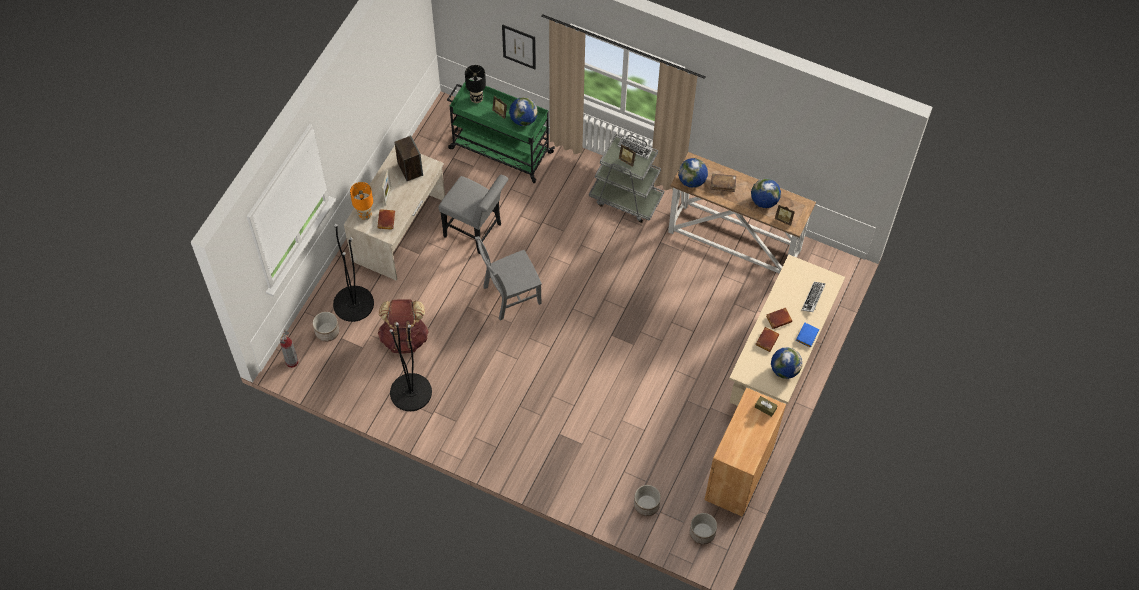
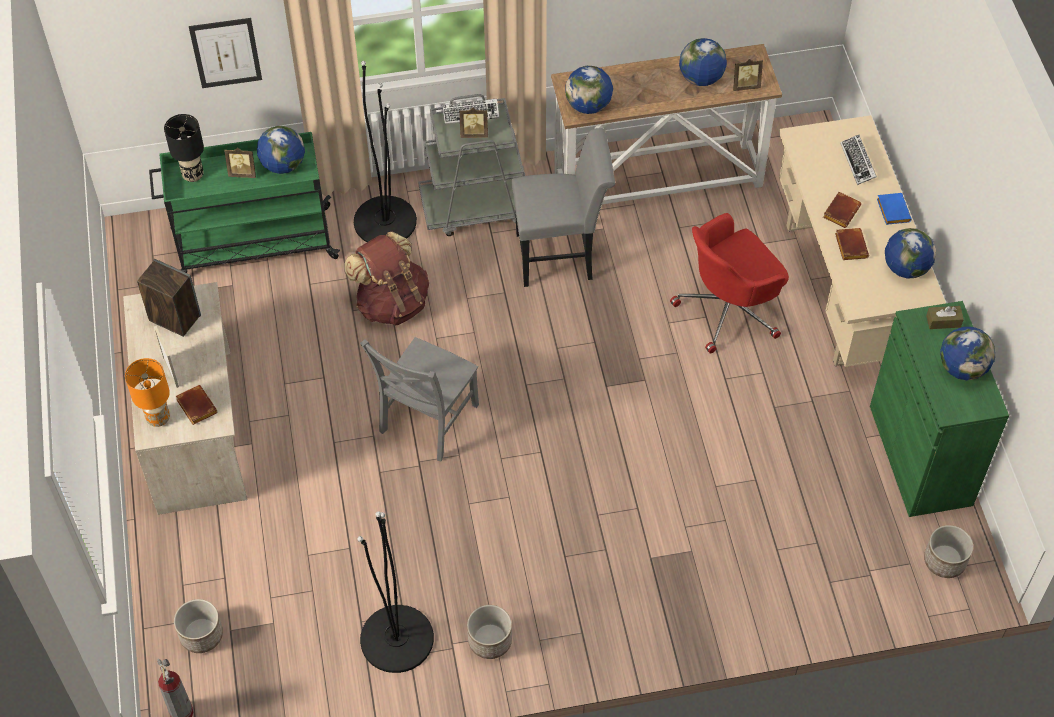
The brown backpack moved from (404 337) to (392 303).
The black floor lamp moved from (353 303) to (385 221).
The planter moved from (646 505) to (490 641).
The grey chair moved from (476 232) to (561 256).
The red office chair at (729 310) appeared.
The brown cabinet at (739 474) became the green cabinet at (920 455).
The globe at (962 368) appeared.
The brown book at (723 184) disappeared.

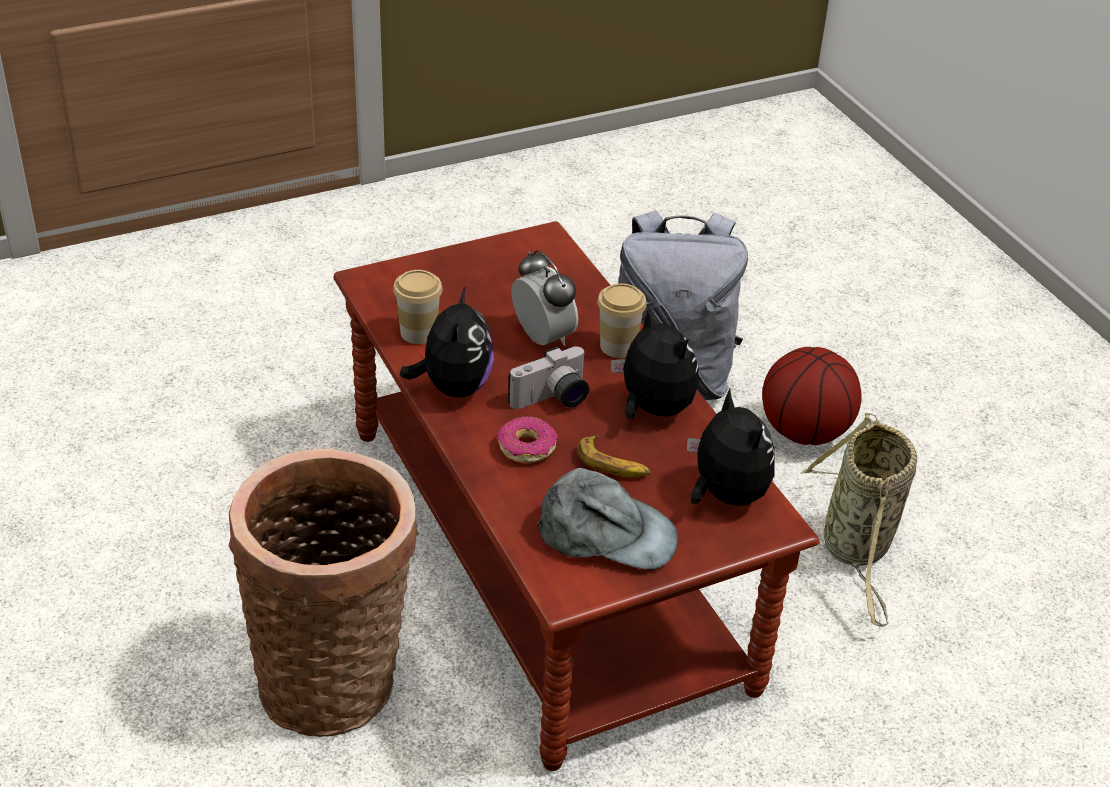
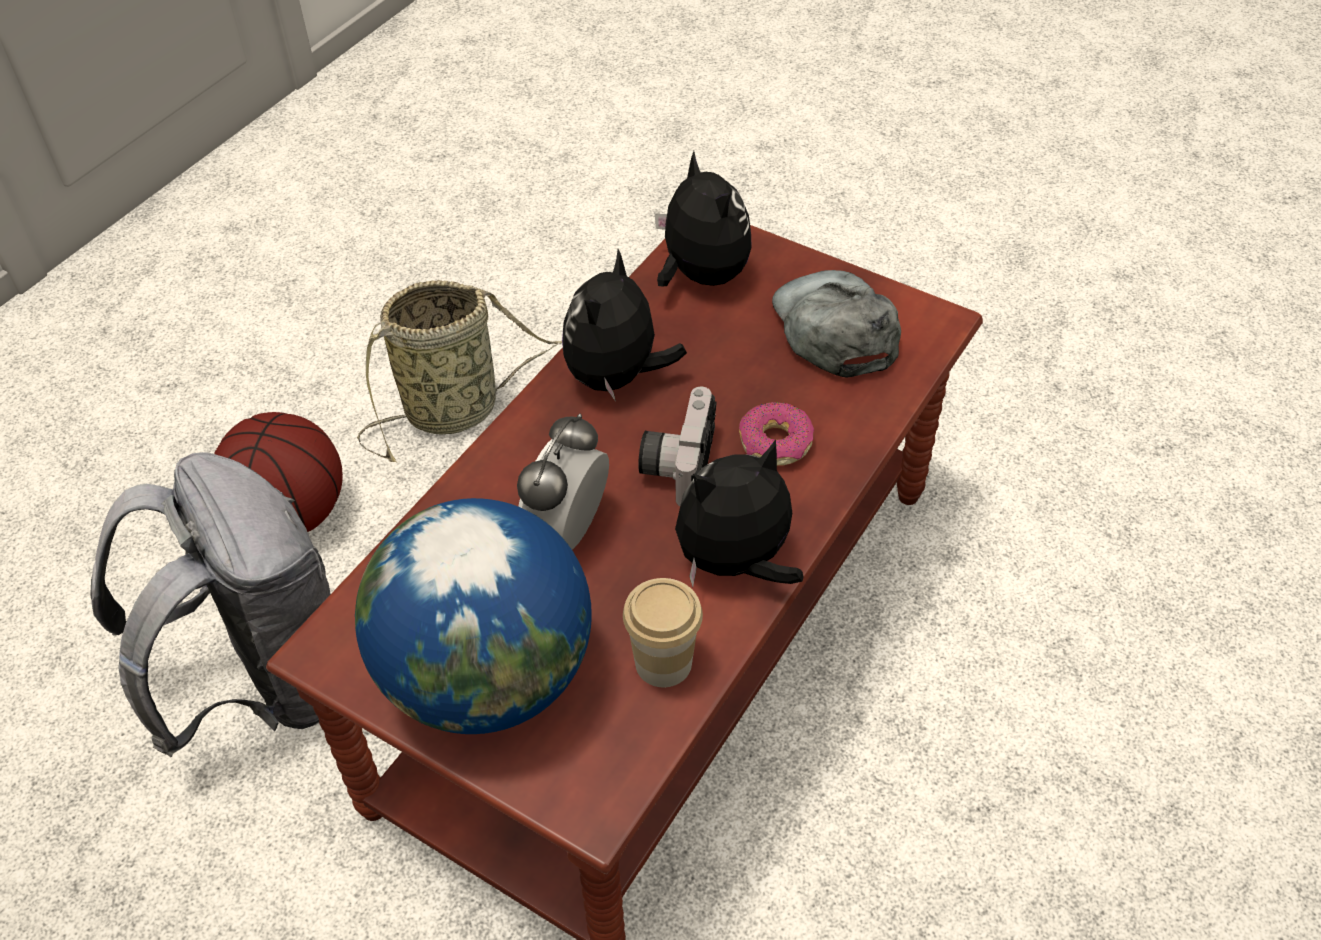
The globe at (487 677) appeared.
The photo camera at (552 400) turned 105 degrees counterclockwise.
The plush toy at (725 495) turned 120 degrees clockwise.
The basket at (334 679) disappeared.
The banana at (613 464) disappeared.
The cup at (618 346) disappeared.

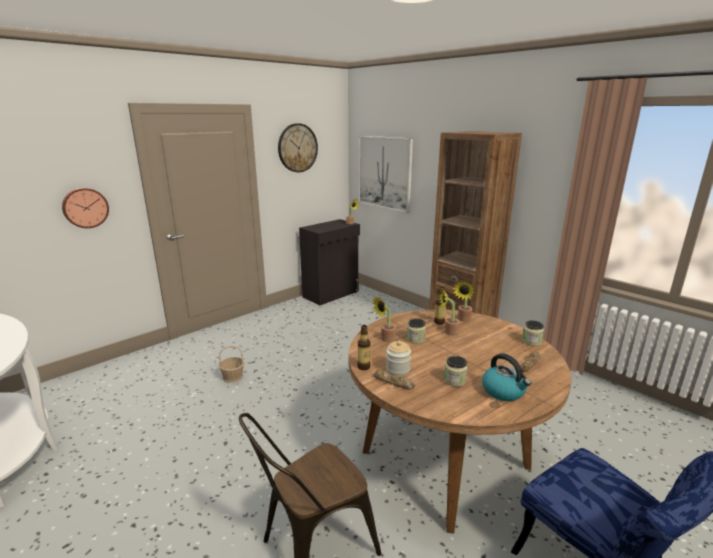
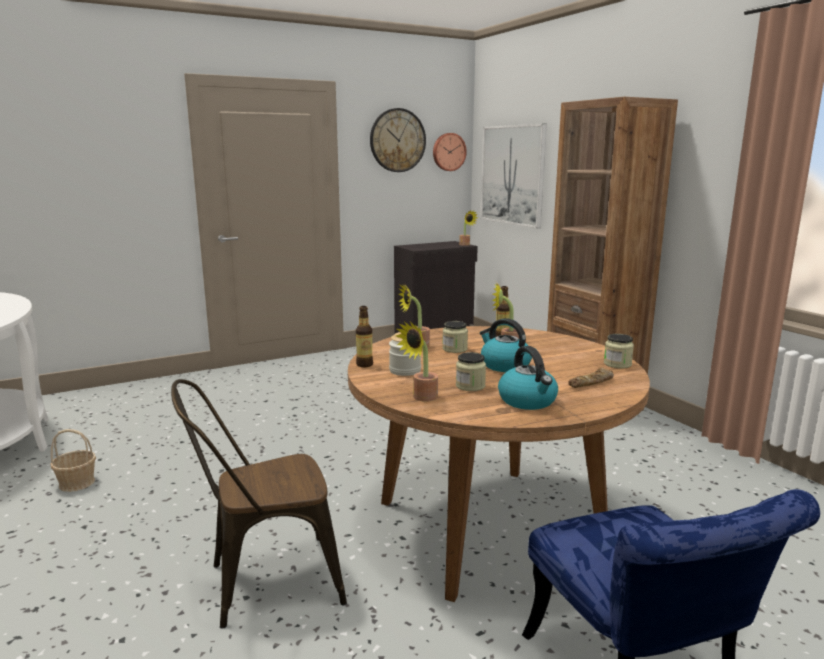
The basket moved from (233 377) to (77 483).
The potted plant moved from (463 319) to (421 398).
The wall clock moved from (85 207) to (448 152).
The kettle at (504 365) appeared.
The bread at (394 383) disappeared.

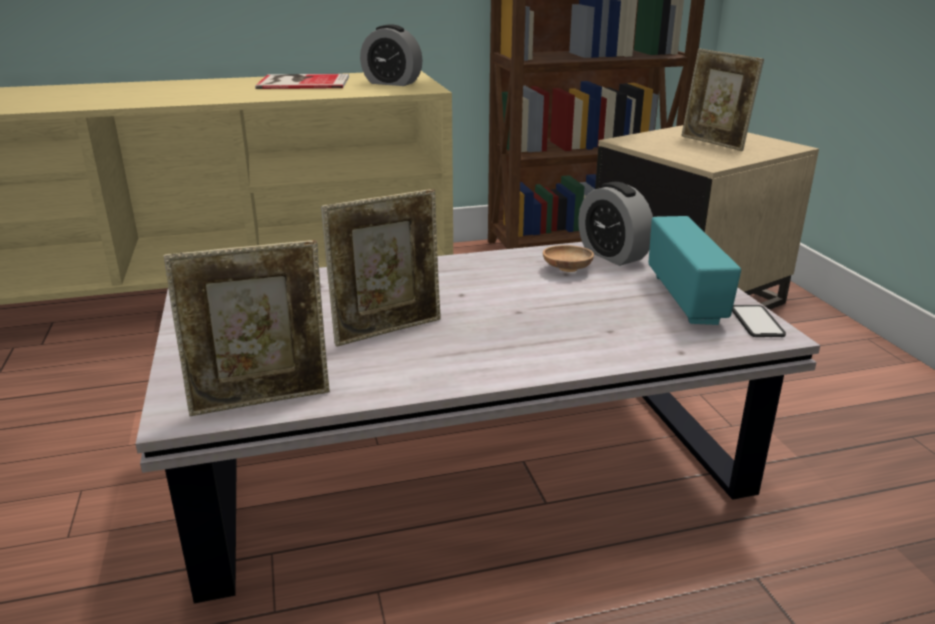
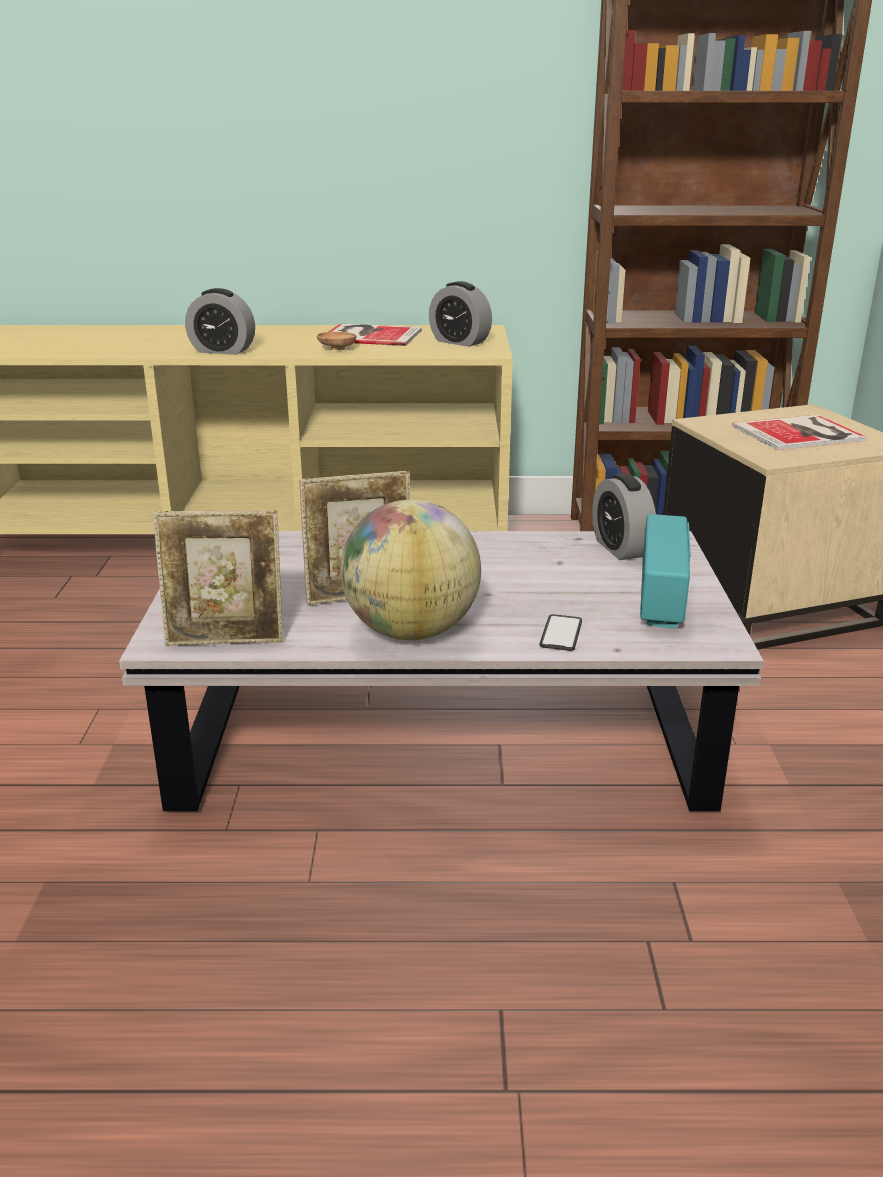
The alarm clock at (222 351) appeared.
The brown bowl moved from (567 269) to (337 349).
The globe at (411 631) appeared.
The phone moved from (757 322) to (561 634).
The picture frame at (714 143) was replaced by the book at (801 433).

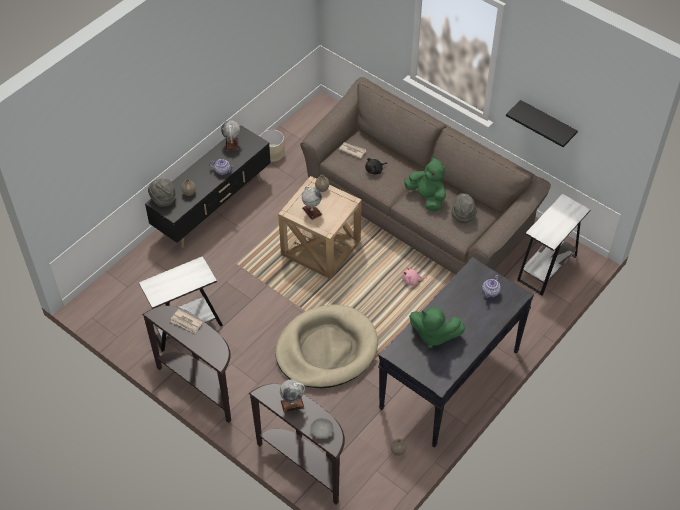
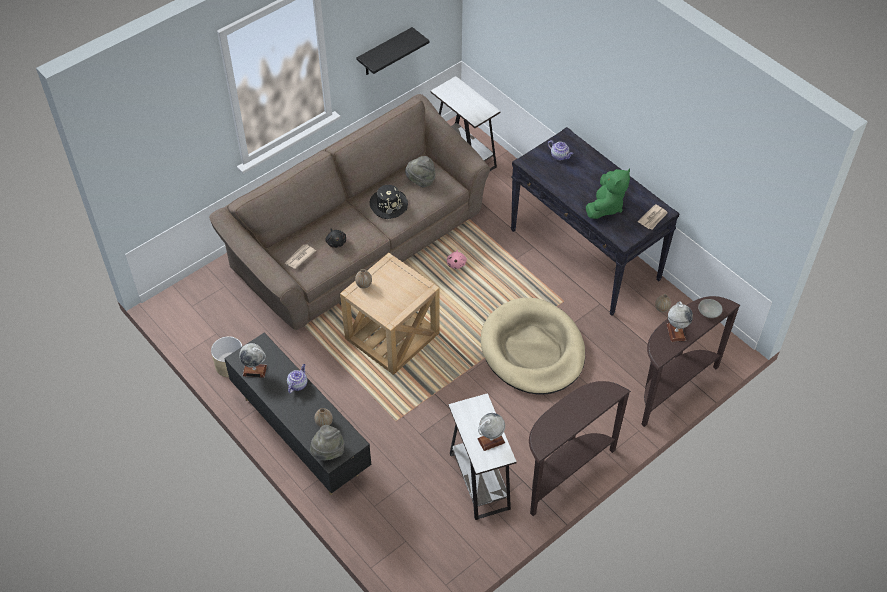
The green plush toy at (427 197) was replaced by the black hat at (388 205).
The globe moved from (312 211) to (491 440).
The newspaper moved from (186 322) to (653 218).

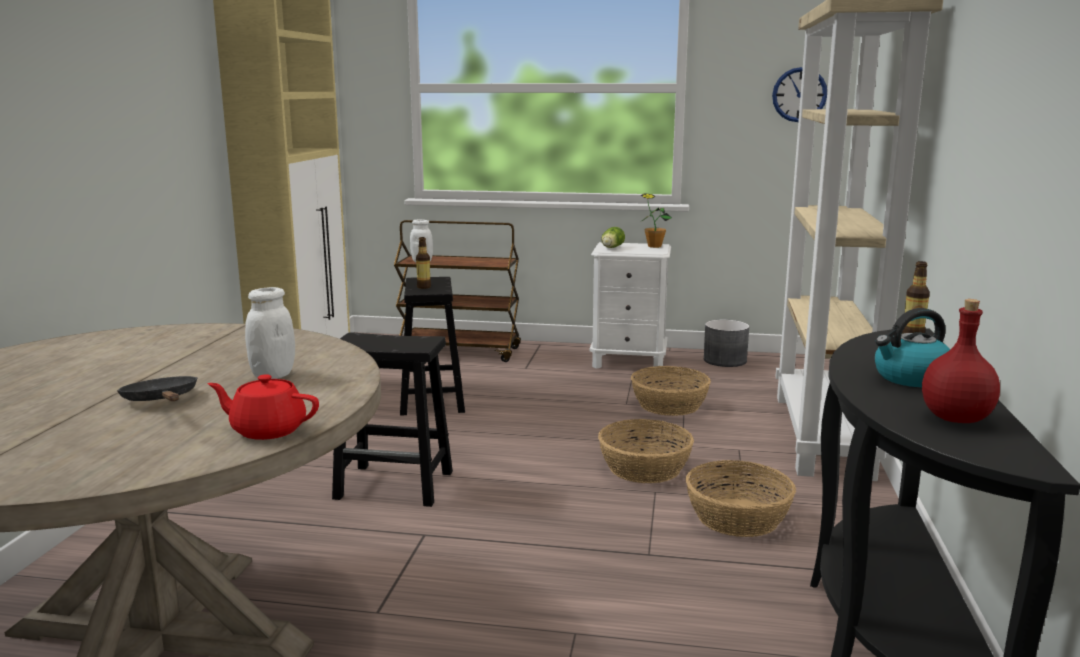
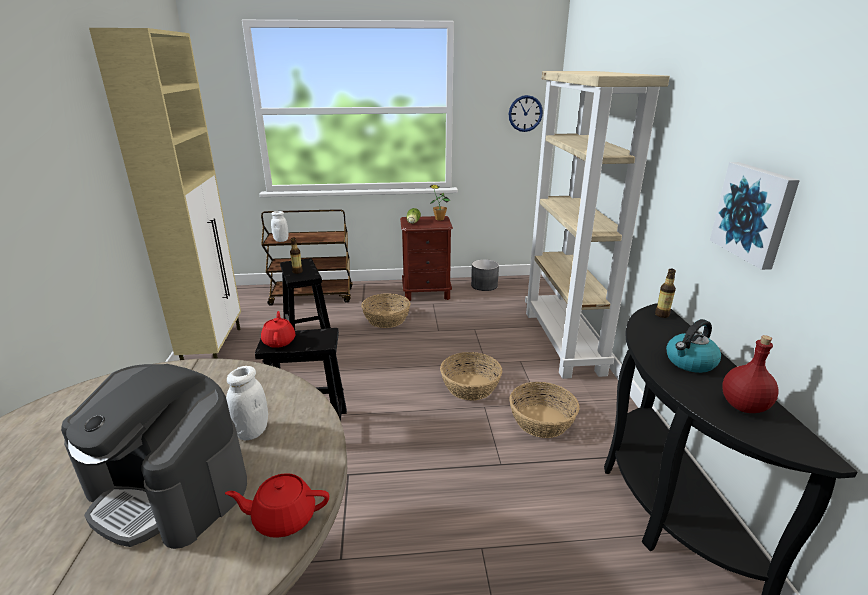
The black frying pan at (162 401) was replaced by the coffee machine at (169 489).
The red teapot at (279 341) appeared.
The basket moved from (669 405) to (386 319).
The white nightstand at (629 362) became the brown nightstand at (426 293).
The picture at (754 213) appeared.

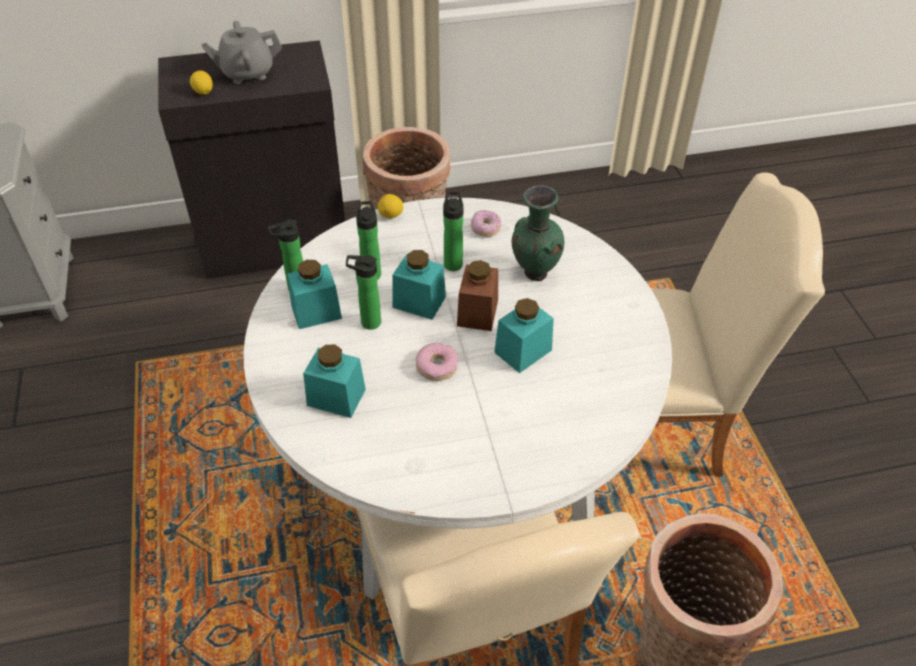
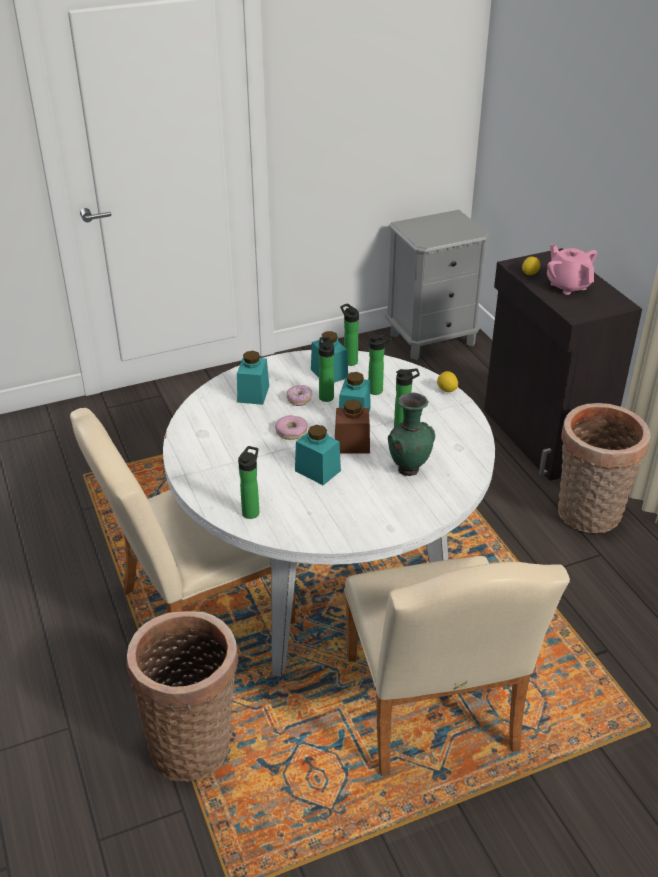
The bottle at (251 511) appeared.
The donut moved from (485 229) to (299 400).
The grey teapot at (247 73) became the pink teapot at (568 285).

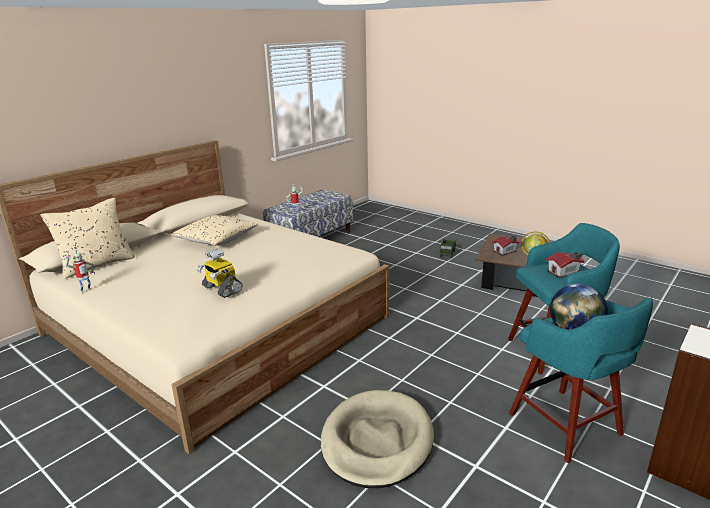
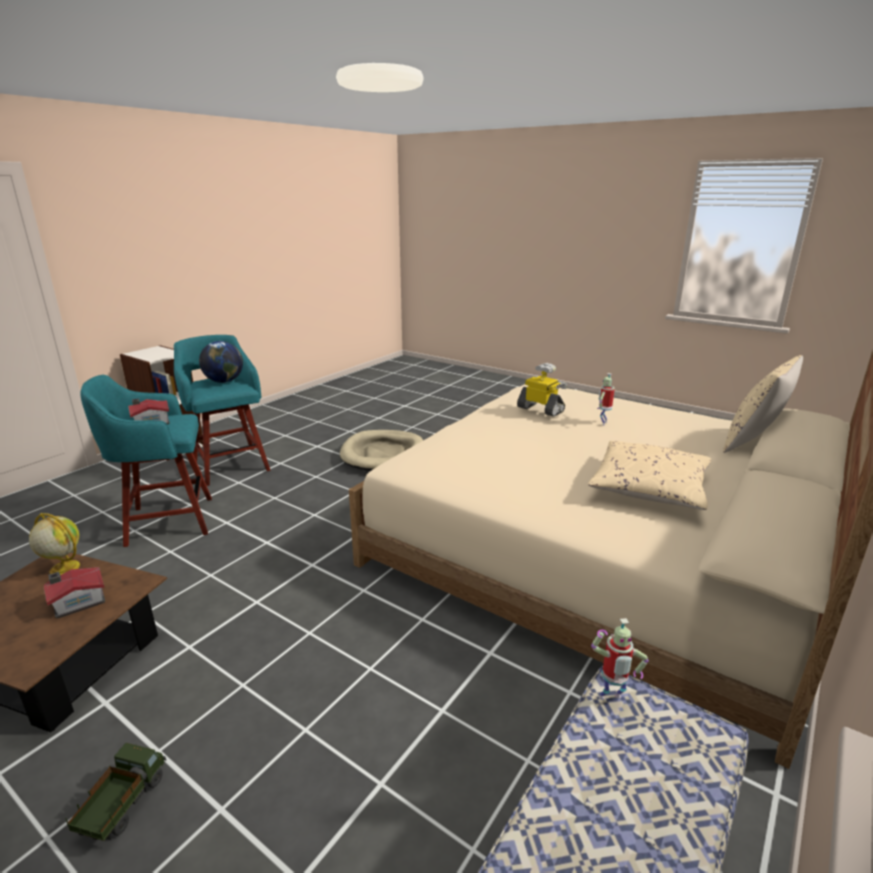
The toy robot moved from (86 291) to (603 423).

